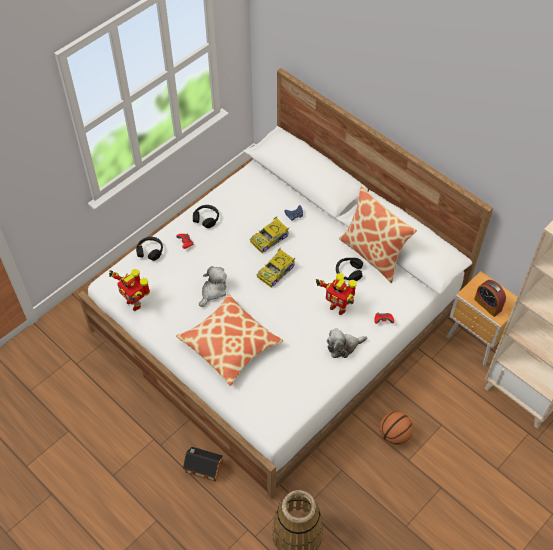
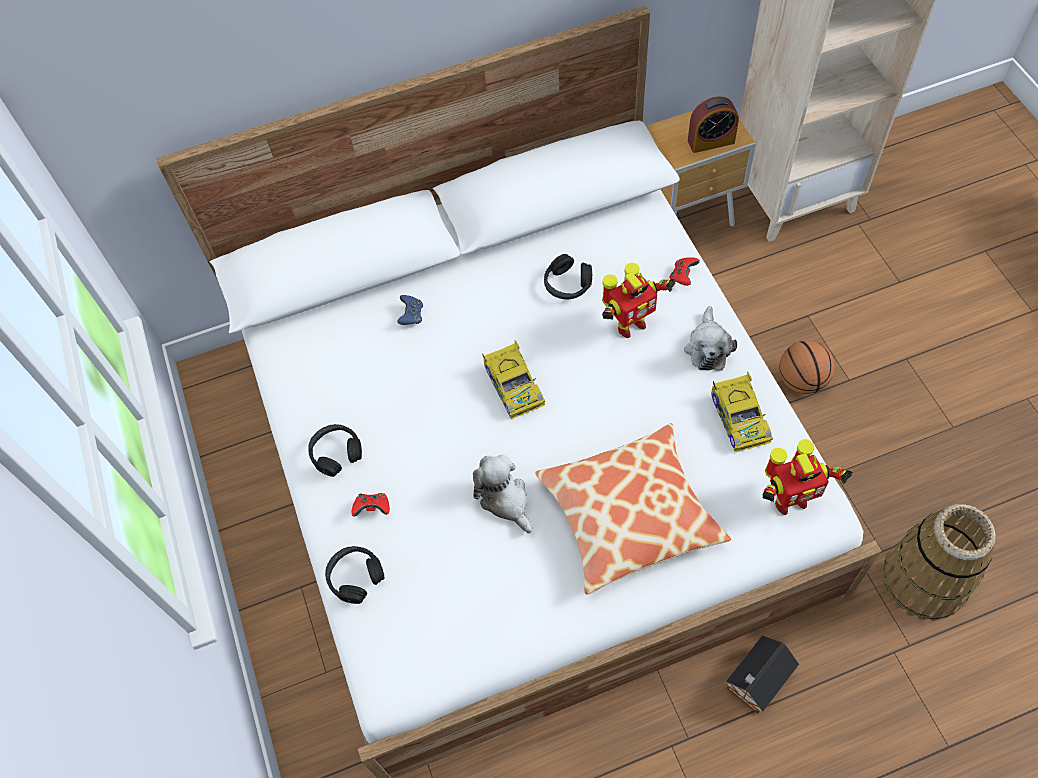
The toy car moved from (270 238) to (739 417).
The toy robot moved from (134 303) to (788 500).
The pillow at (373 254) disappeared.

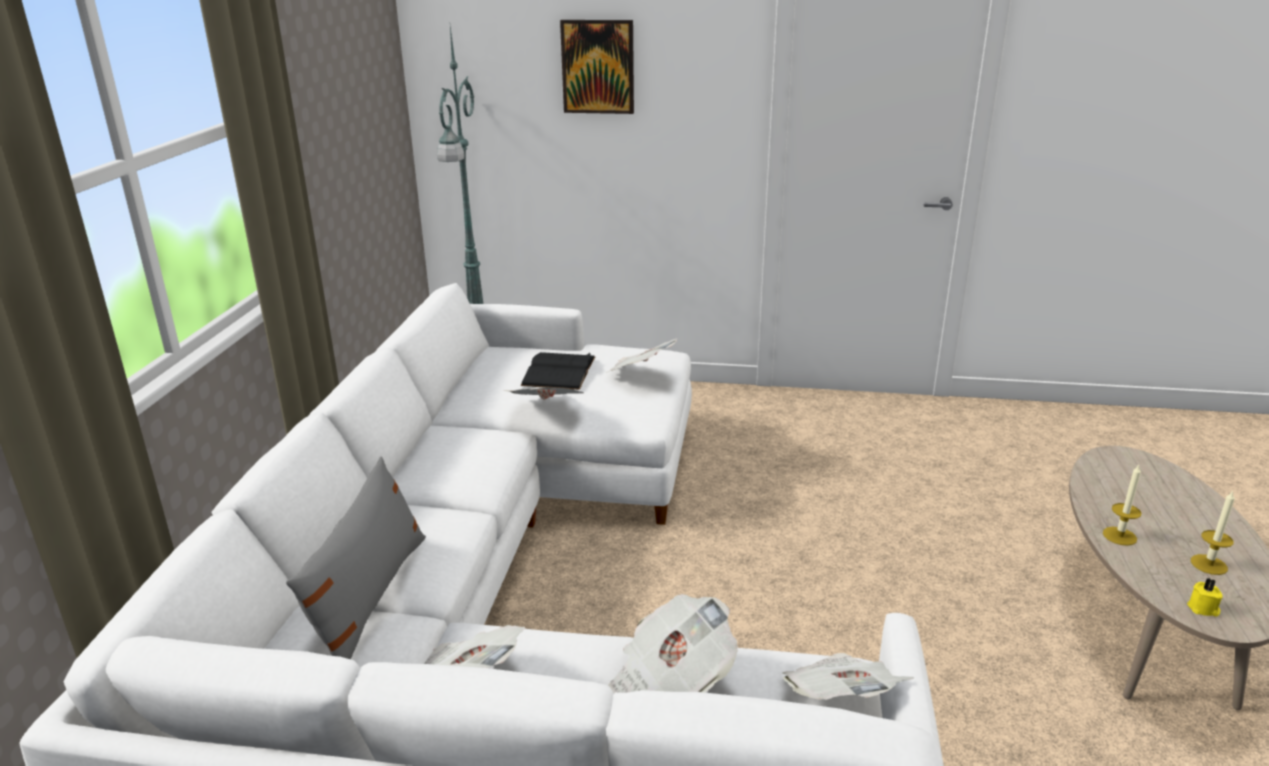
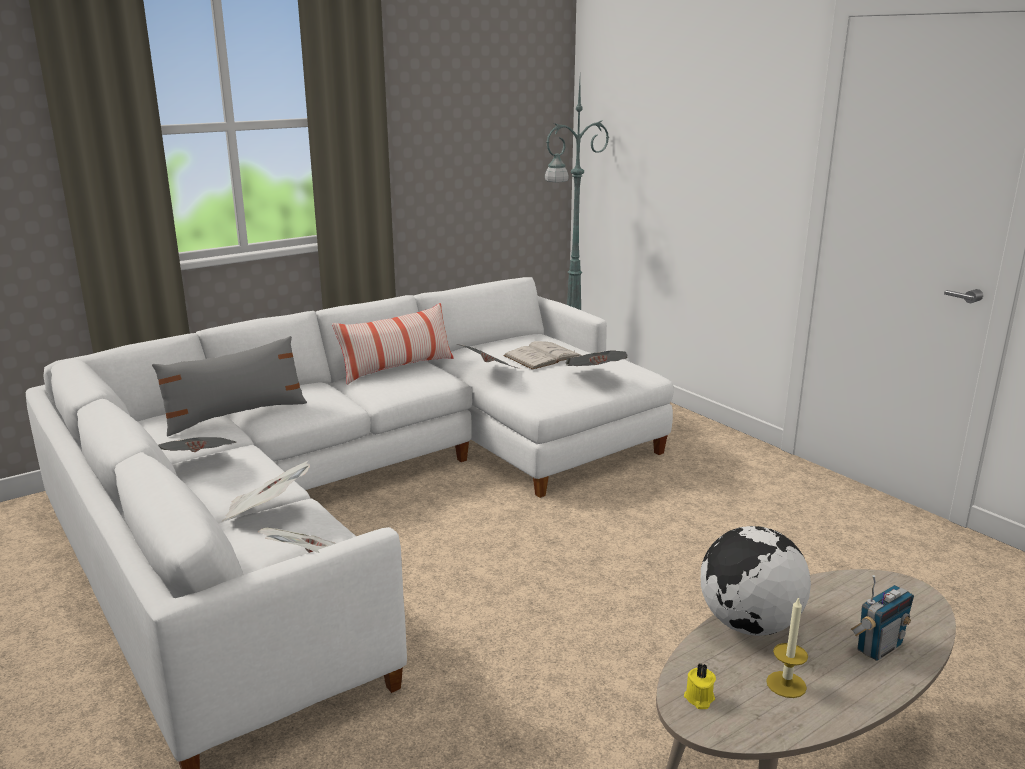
The pillow at (397 368) appeared.
The black book at (559 371) became the white book at (543 356).
The candle at (1119 536) was replaced by the globe at (748 625).
The radio at (878 647) appeared.
The picture at (598 67) disappeared.

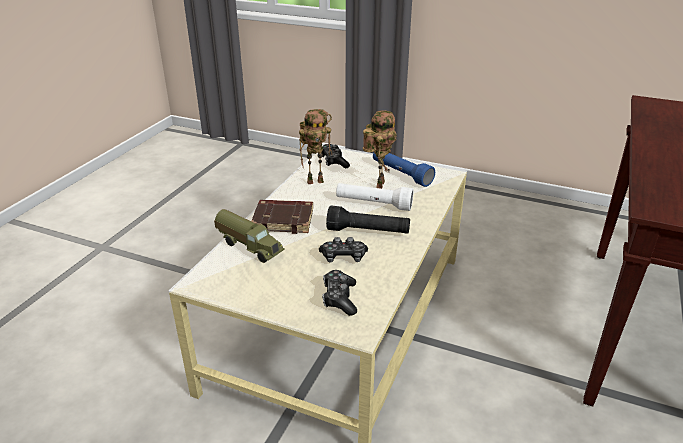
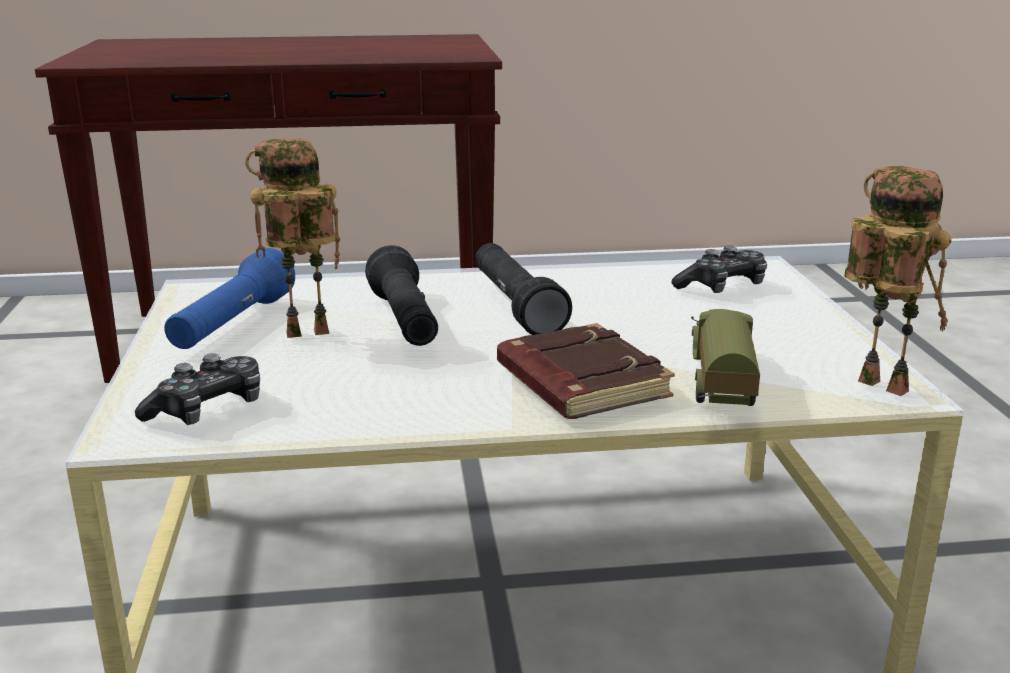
The white flashlight at (373 204) became the black flashlight at (405 322).
The toy robot moved from (316 181) to (876 386).
The game controller at (343 257) disappeared.

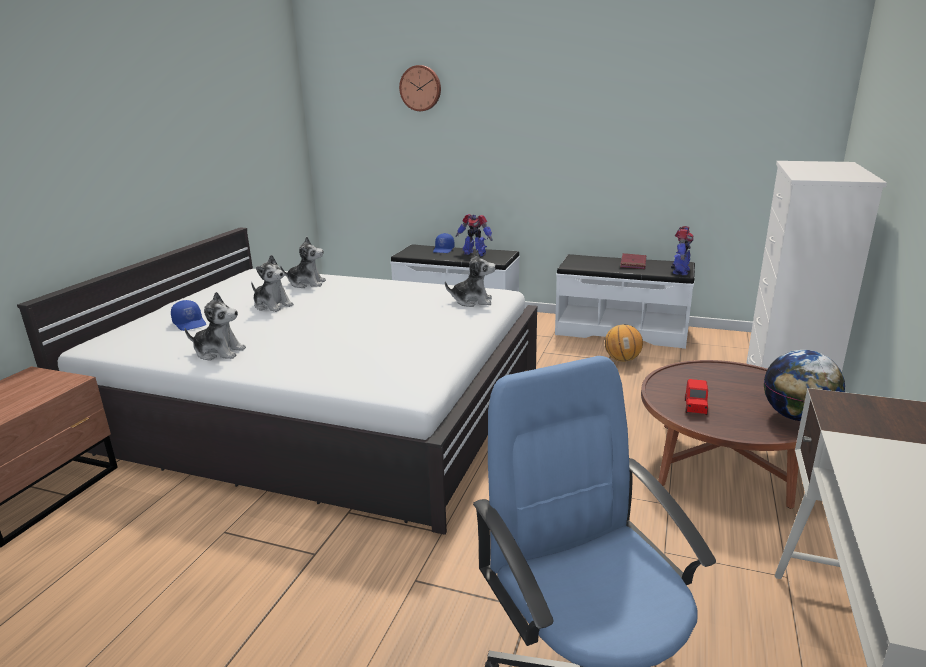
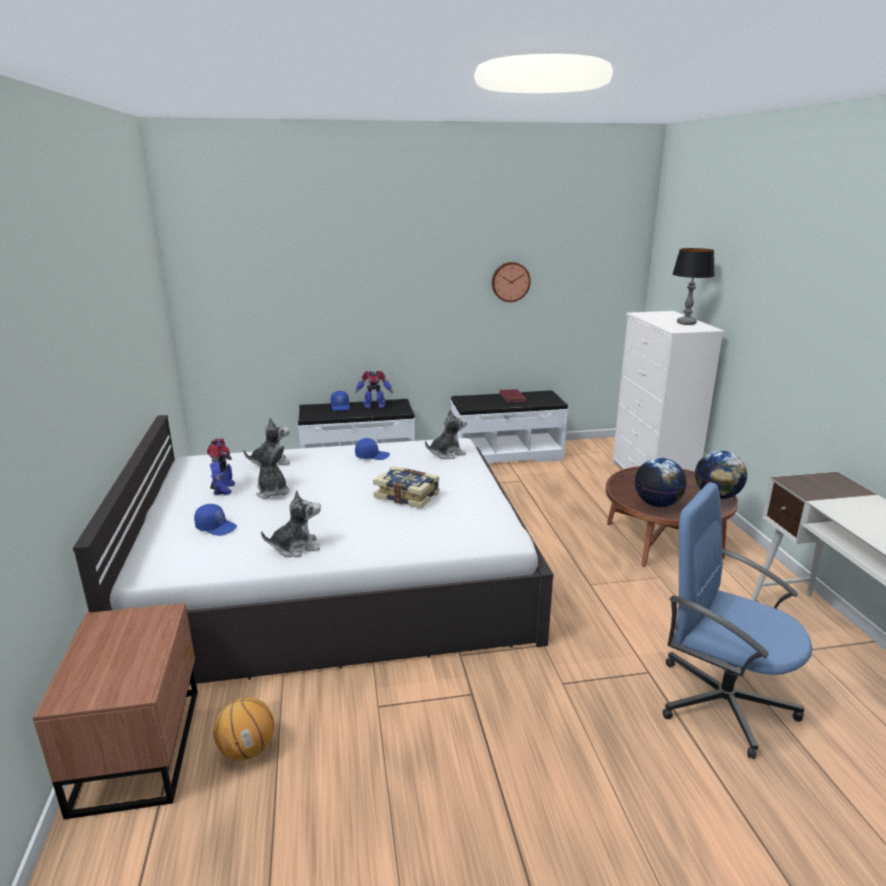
The toy robot moved from (680 271) to (223 489).
The basketball moved from (622 359) to (247 749).
The plush toy at (272 305) turned 120 degrees counterclockwise.
The blue cap at (372 456) appeared.
The book at (407 495) appeared.
The wall clock moved from (421 88) to (510 281).
The red toy car at (695 407) was replaced by the globe at (657 504).
The table lamp at (686 323) appeared.

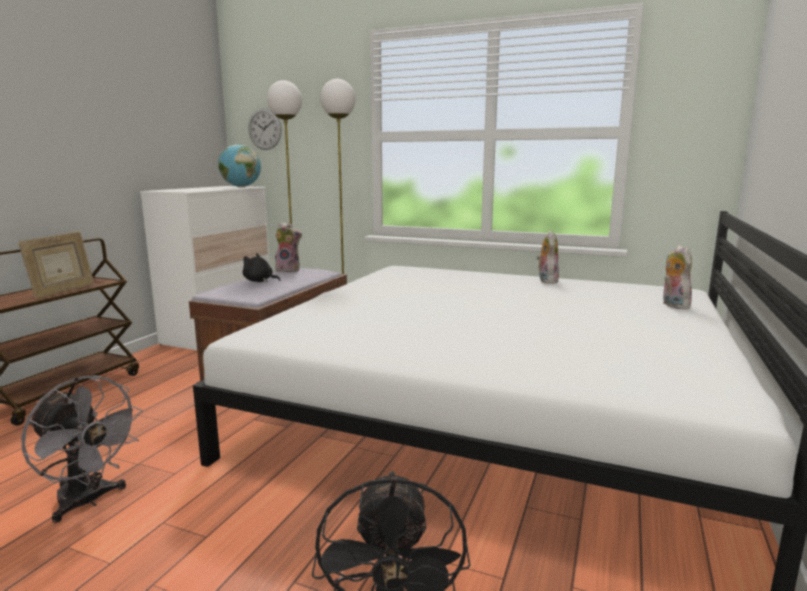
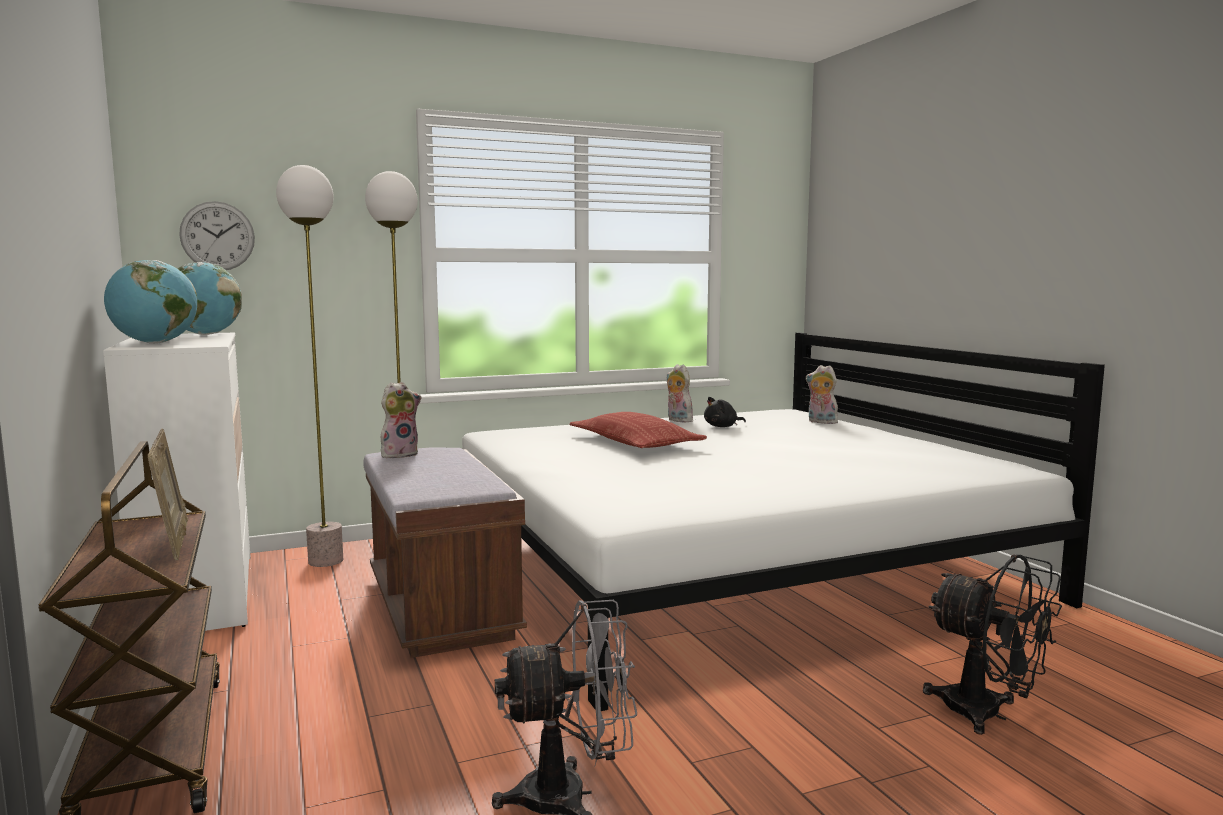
The globe at (155 343) appeared.
The pillow at (635 442) appeared.
The black plush toy moved from (259 281) to (722 426).

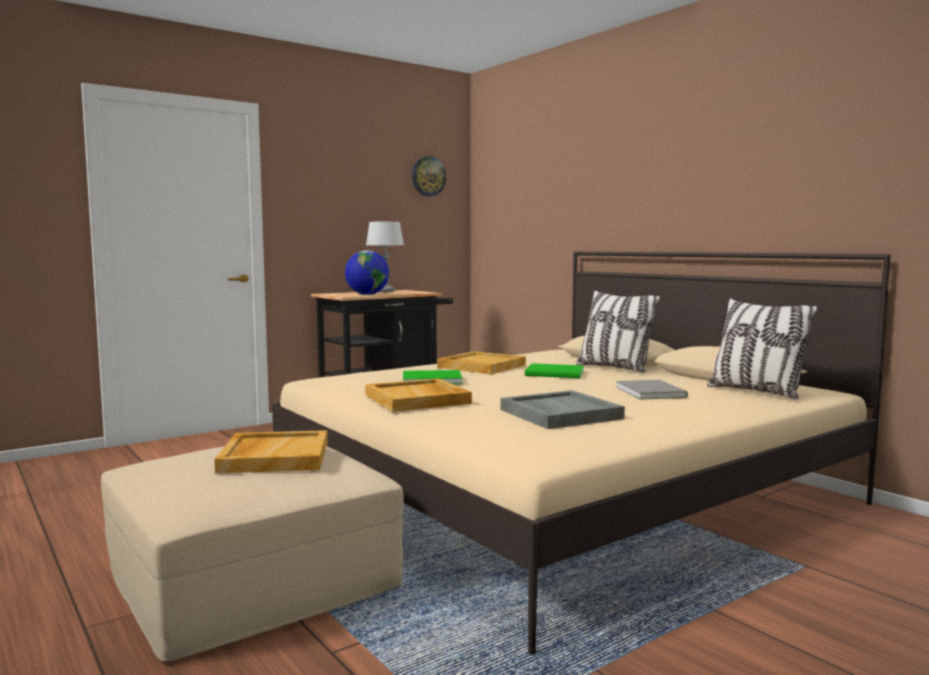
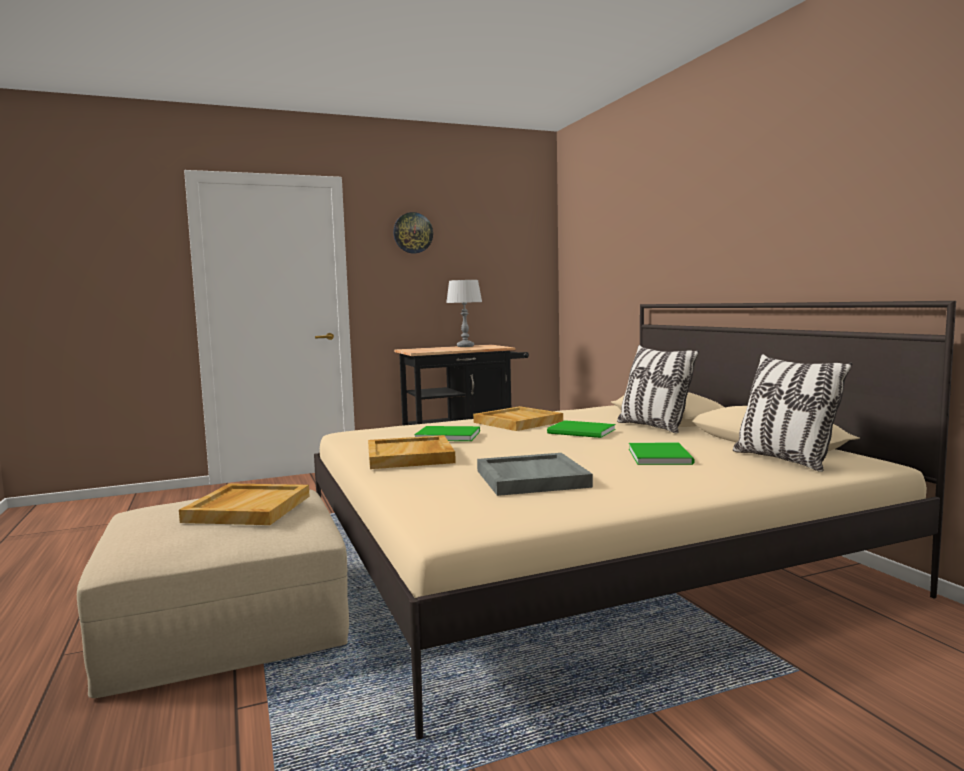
The wall clock moved from (428 176) to (413 233).
The grey book at (651 391) became the green book at (661 456).
The globe at (367 294) disappeared.

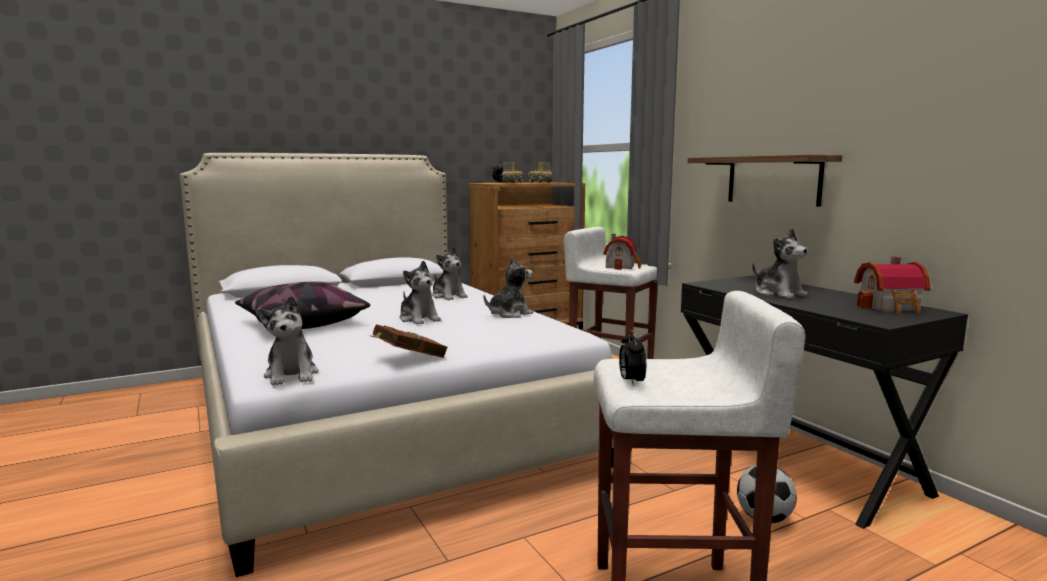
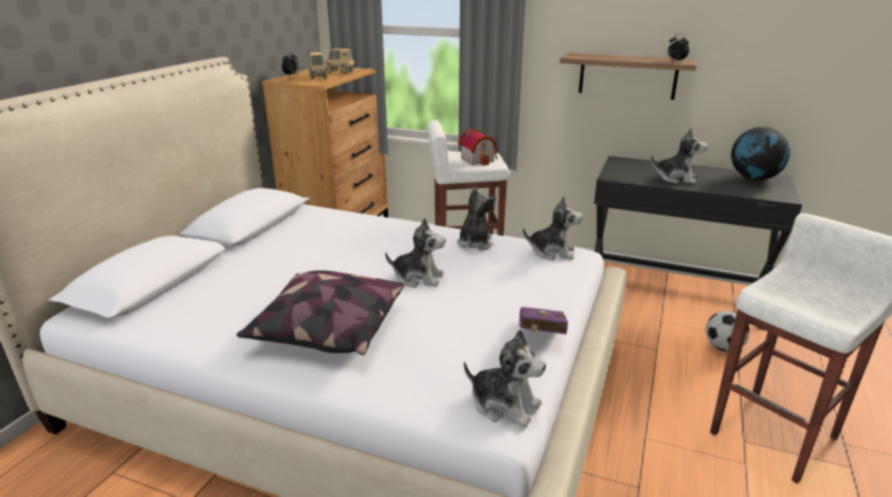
The brown book at (407 359) became the purple book at (540 337).
The plush toy moved from (448 296) to (552 252).
The alarm clock moved from (631 381) to (675 61).
The toy house at (892 307) was replaced by the globe at (754 178).

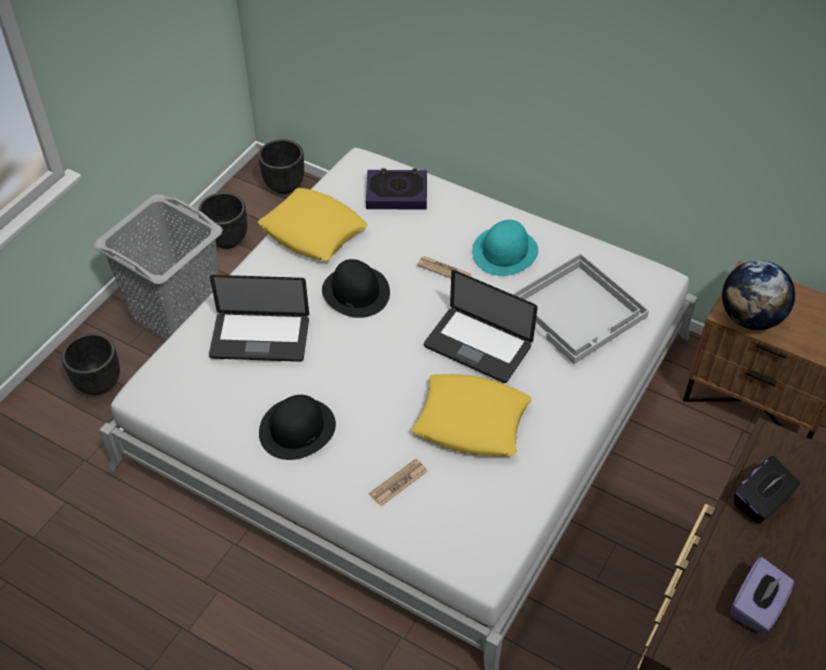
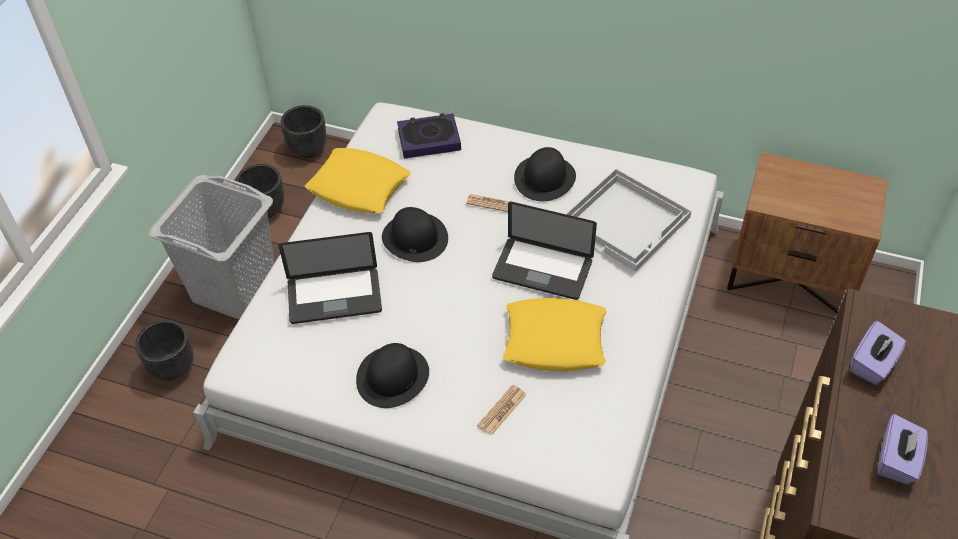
The turquoise hat at (505 251) became the black hat at (544 177).
The black tissue box at (761 502) became the purple tissue box at (872 364).
The globe at (750 318) disappeared.

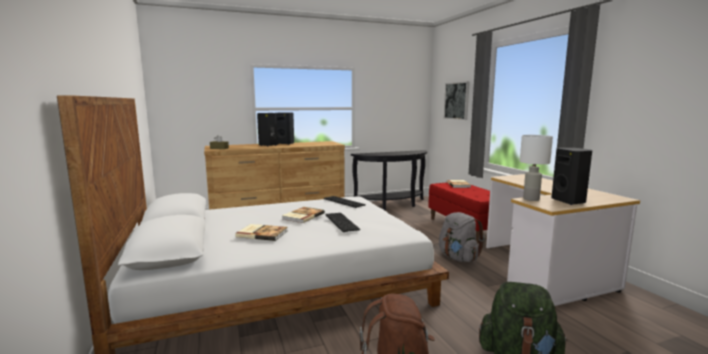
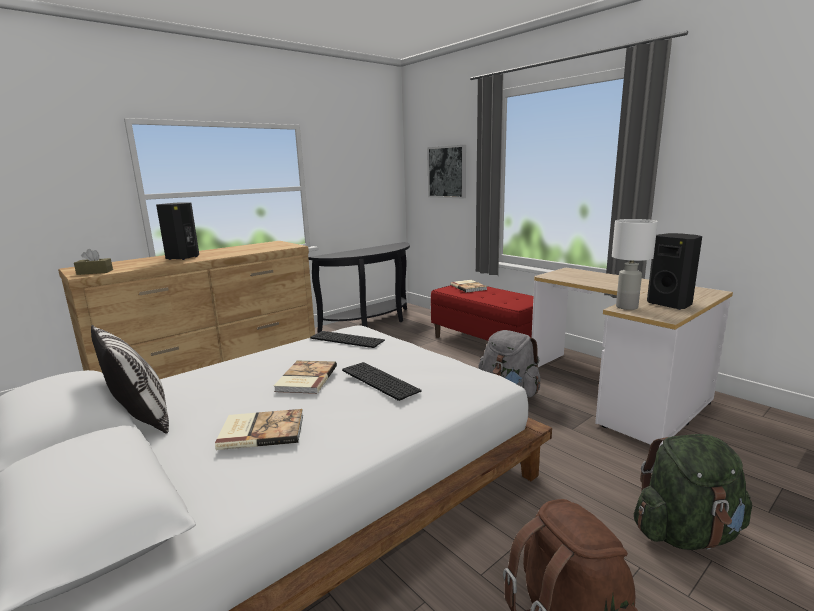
The pillow at (141 418) appeared.
The black speaker at (285 144) disappeared.

